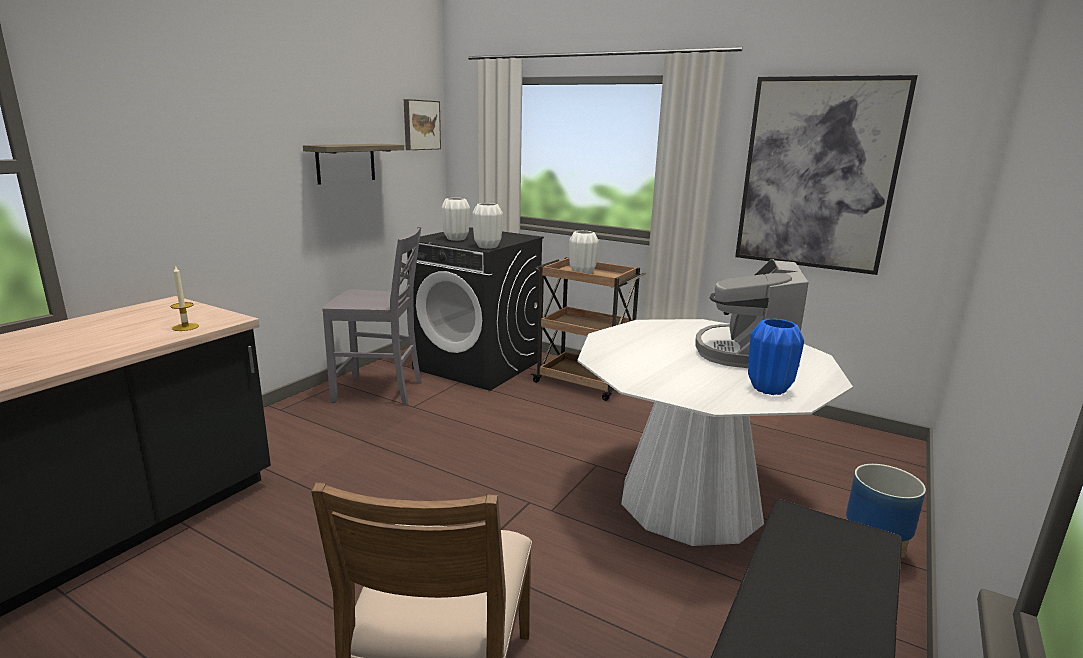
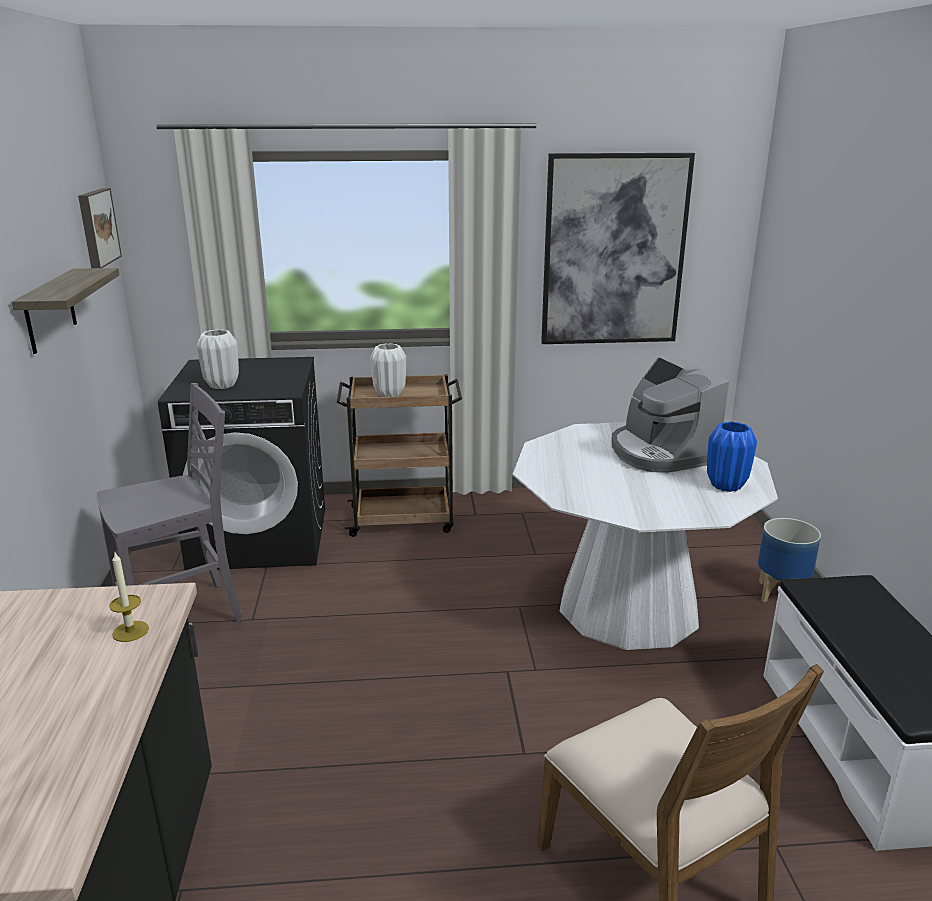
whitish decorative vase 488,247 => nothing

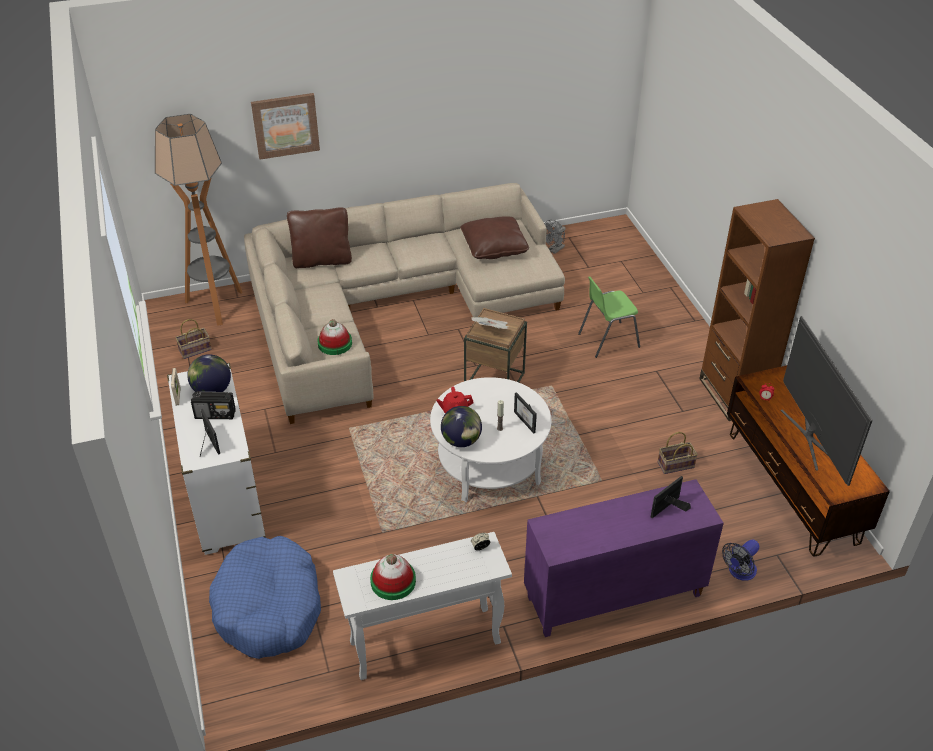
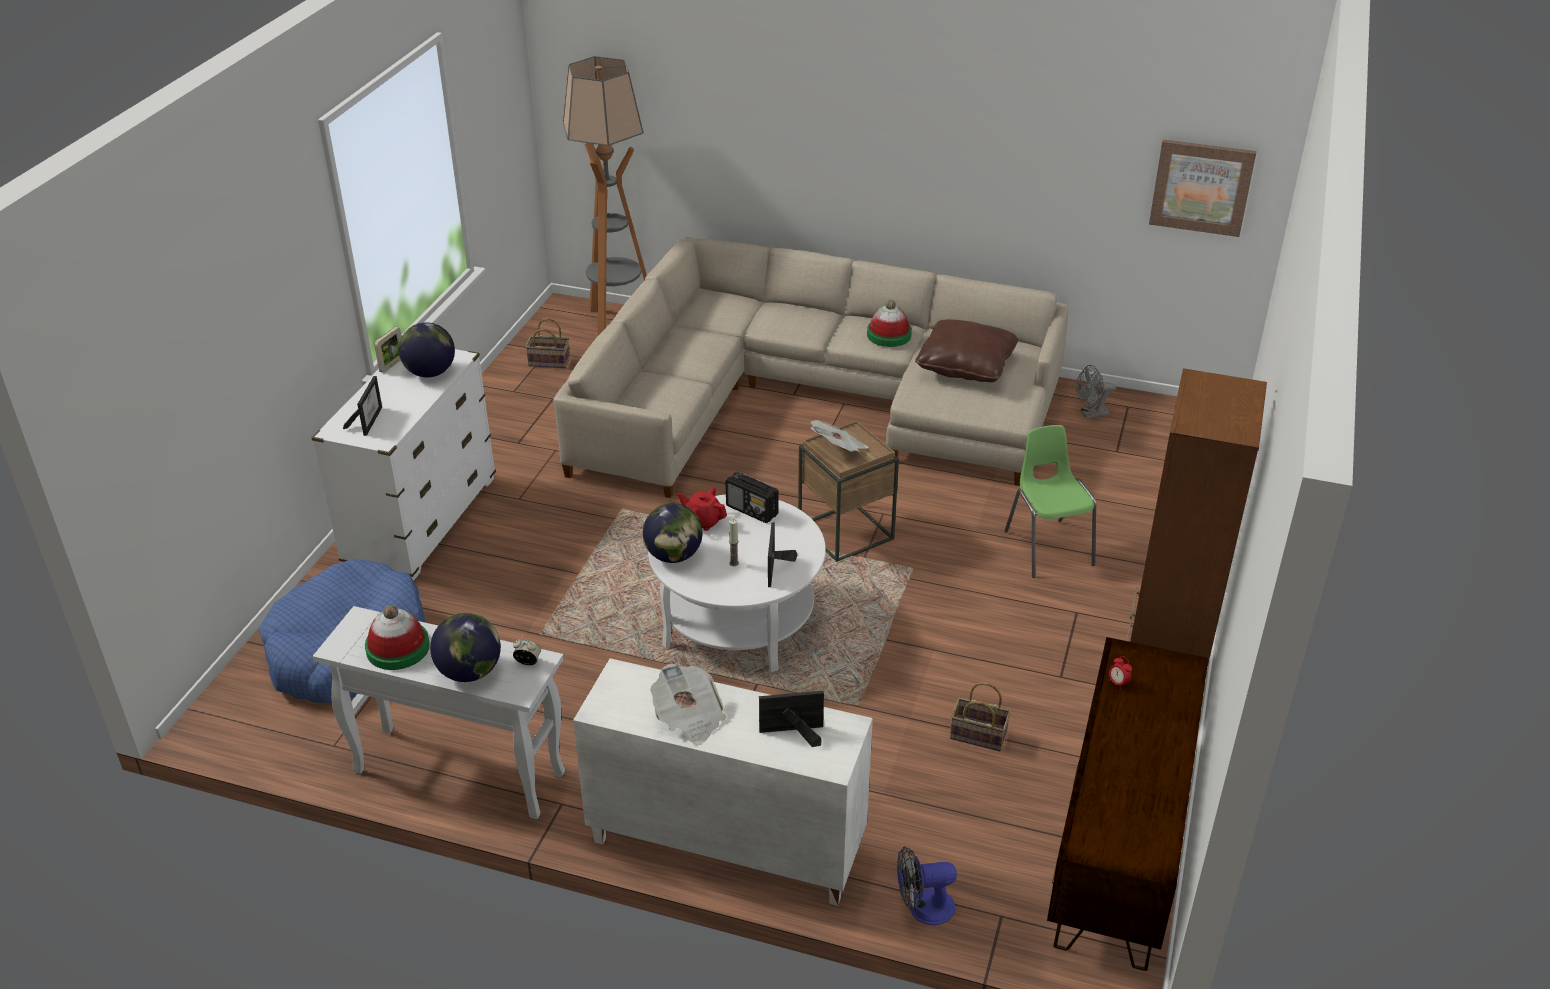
brown cushion 322,260 => nothing
TV 811,437 => nothing
nothing => desk globe 470,672
nothing => newspaper 689,718
radio set 215,414 => radio set 752,510, moved
wall picture 285,125 => wall picture 1201,187, moved
wearable hat 335,343 => wearable hat 889,335, moved
purplish cabinet 613,597 => whitish cabinet 724,845
green-coloured upright chair 607,340 => green-coloured upright chair 1048,547, 60 degrees clockwise

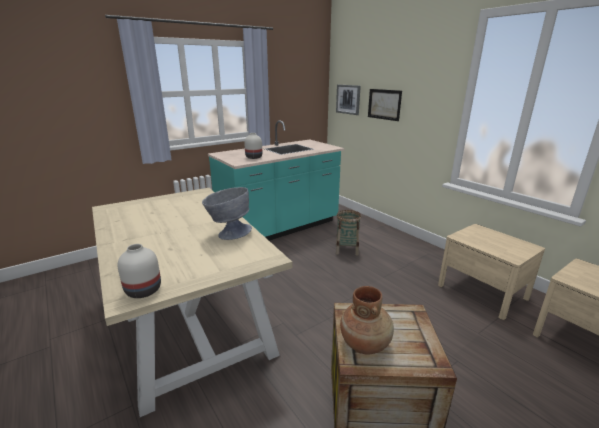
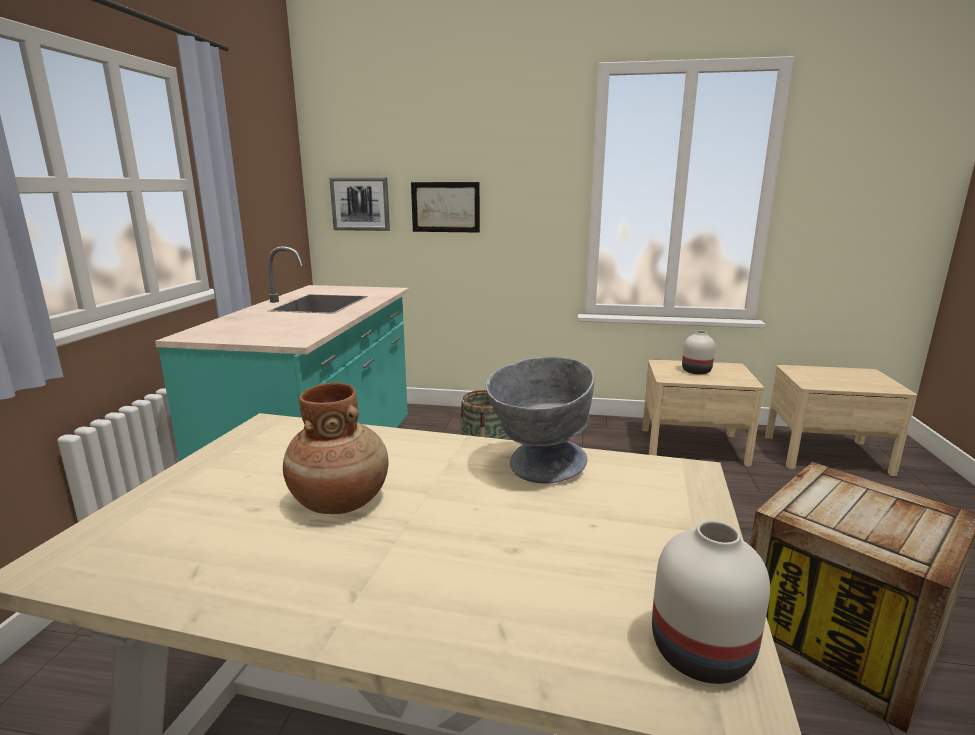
whitish decorative vase 253,157 => whitish decorative vase 696,371, moved
brown decorative vase 365,343 => brown decorative vase 340,501, moved

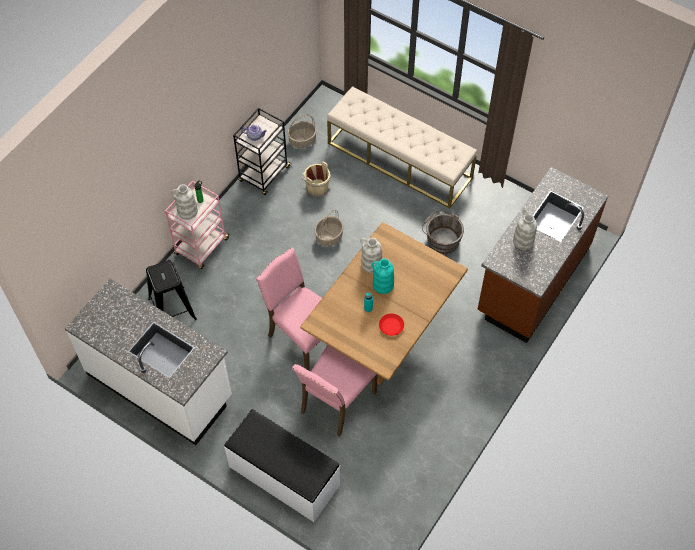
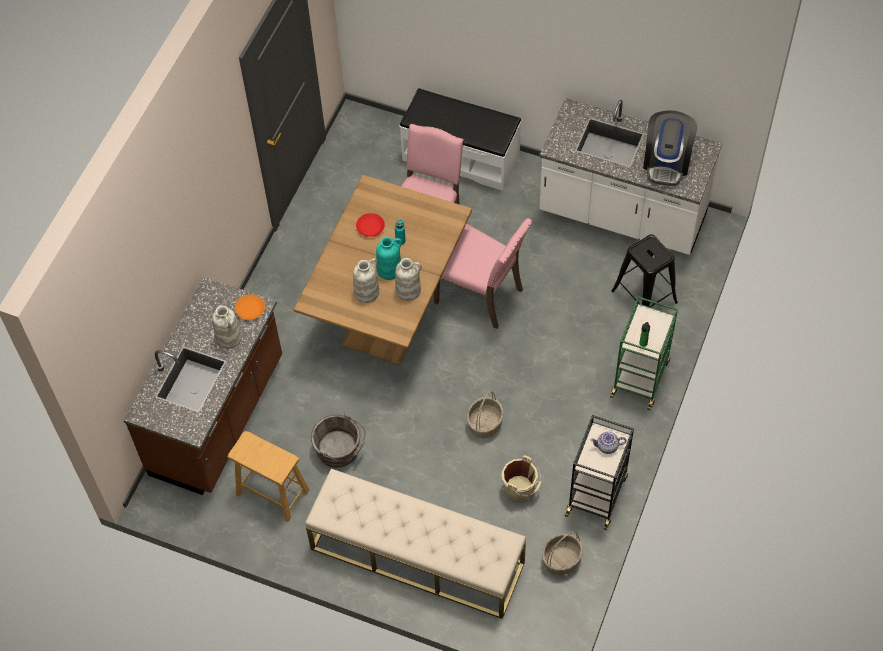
nothing => brown stool 273,492
nothing => orange flat dish 250,309
nothing => coffee machine 667,162
whitish decorative vase 187,212 => whitish decorative vase 367,292, moved
pink trolley 201,247 => green-coloured trolley 640,377

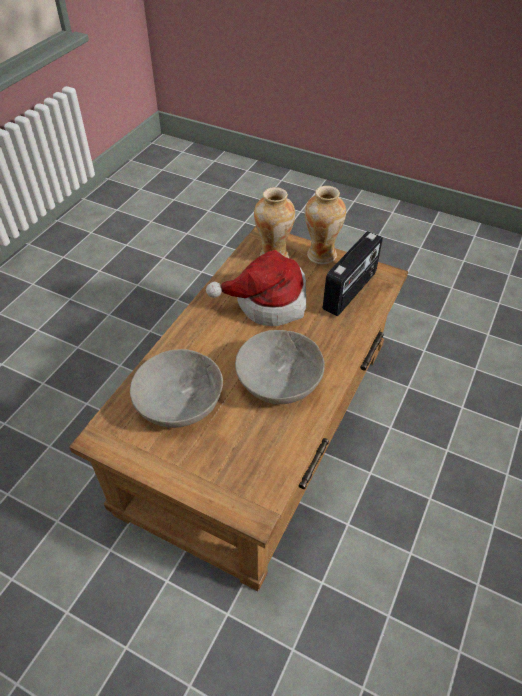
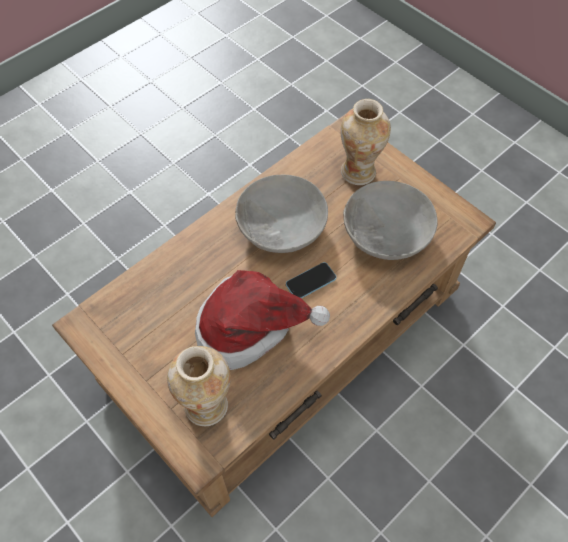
radio set 350,291 => nothing
nothing => telephone 311,281
decorative vase 321,255 => decorative vase 358,172, moved

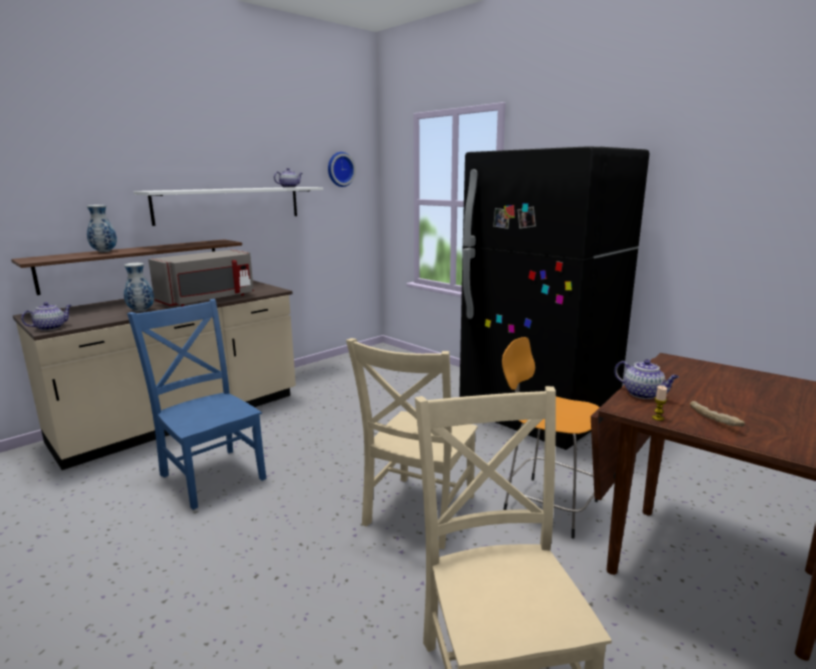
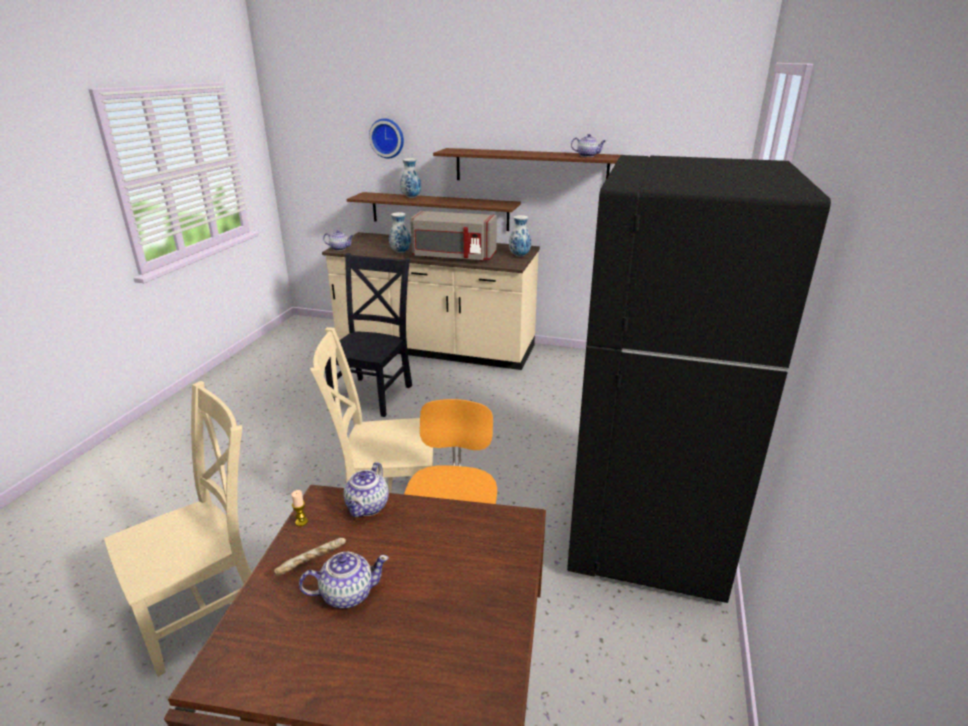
nothing => teapot 347,594
nothing => decorative vase 519,256
wall clock 340,169 => wall clock 387,138, moved
blue upright chair 212,474 => black upright chair 374,394
whitish bracket shelf 229,204 => brown bracket shelf 530,167

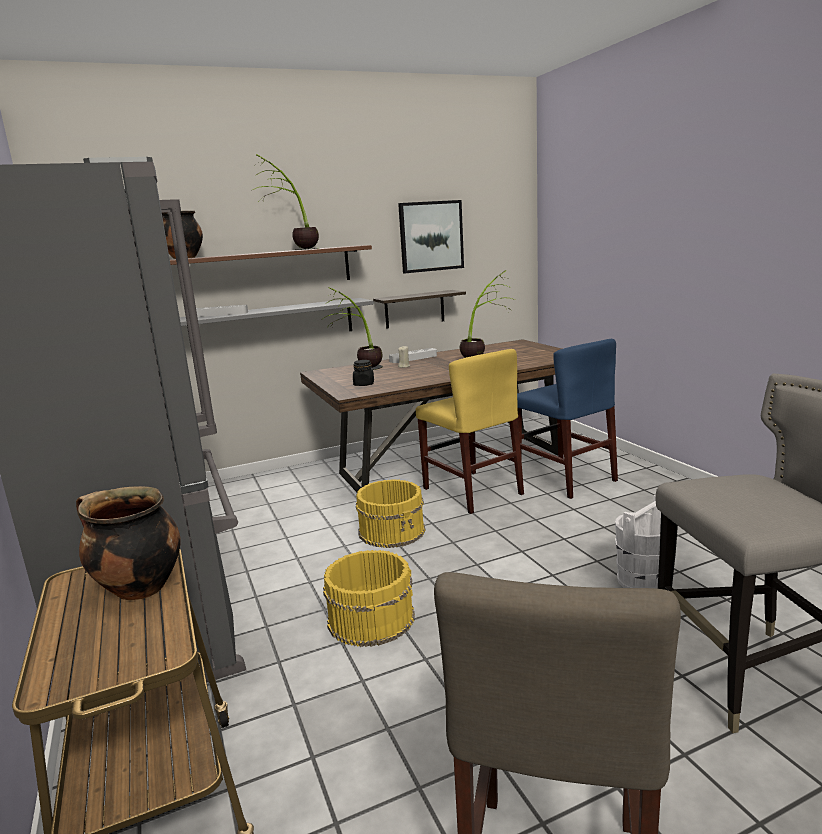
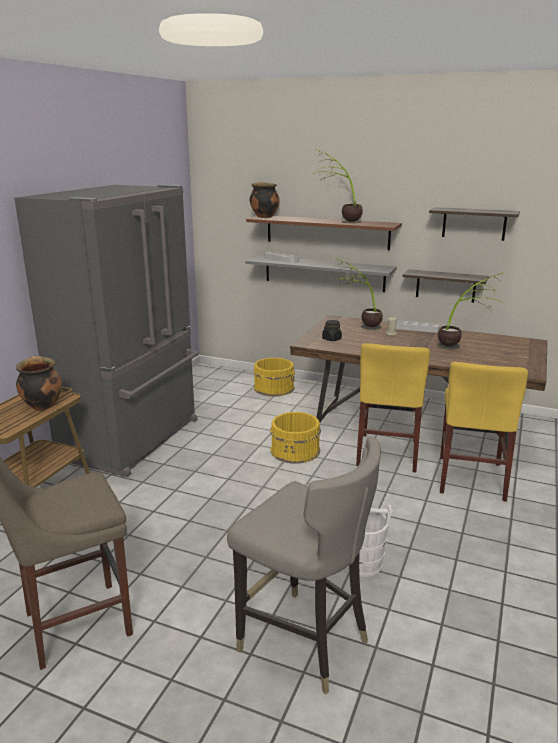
yellowish water bucket 371,618 => yellowish water bucket 274,388, moved
wall picture 431,236 => bracket shelf 474,223
blue upright chair 565,478 => yellowish upright chair 471,477

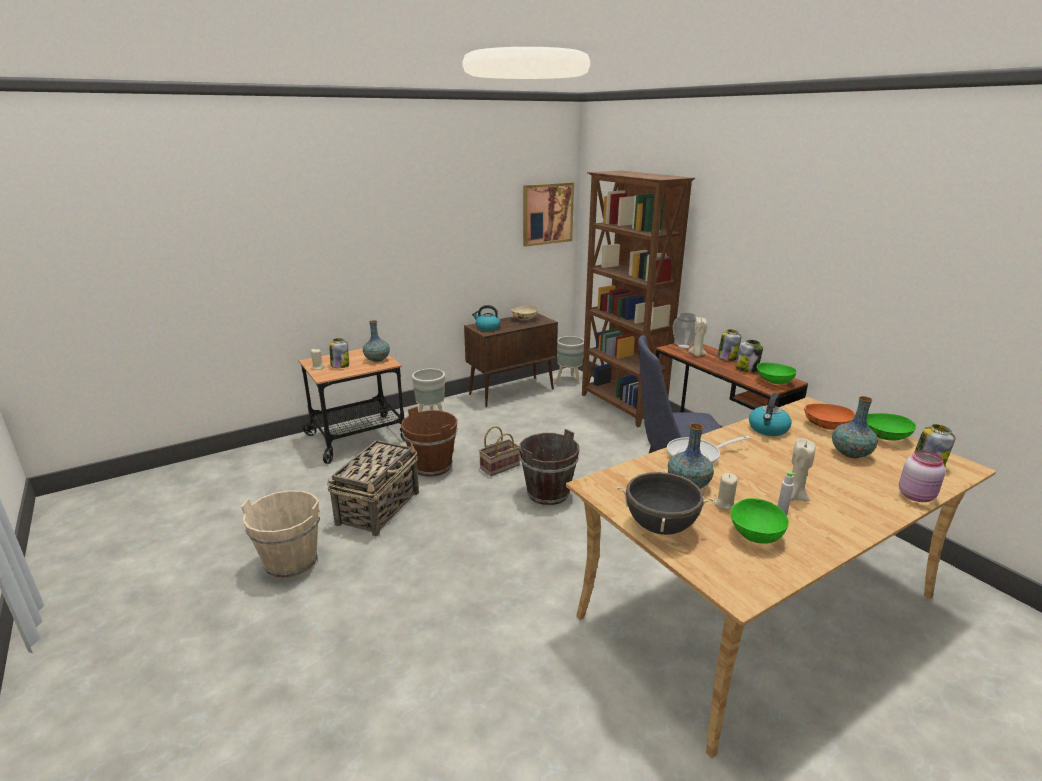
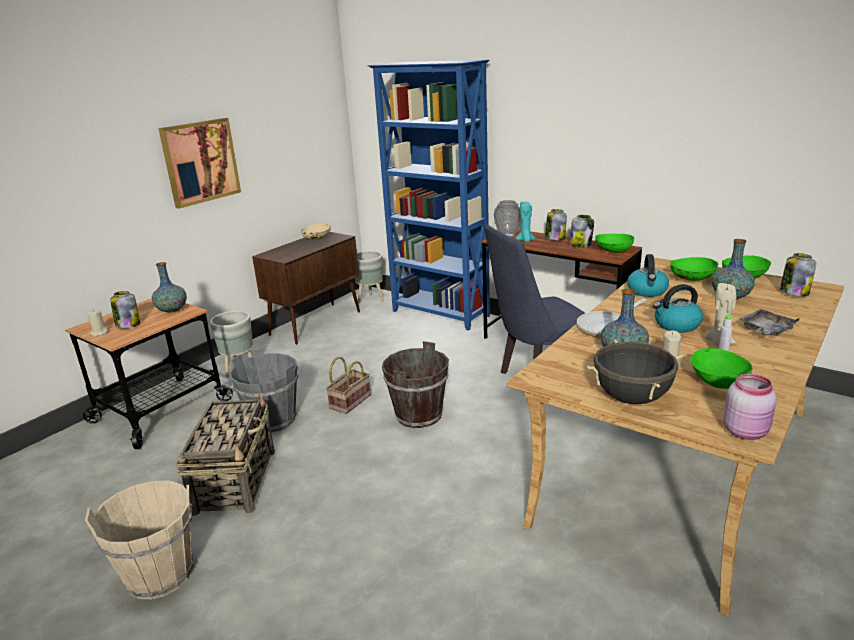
nothing => grey serving tray 766,330
tea kettle 487,328 => tea kettle 676,325, moved
wall picture 547,213 => wall picture 200,162, moved
pink jar 917,496 => pink jar 746,431, moved
brown water bucket 432,466 => grey water bucket 273,420
brown bookshelf 622,406 => blue bookshelf 440,314
beige candle 697,354 => turquoise-coloured candle 525,240
orange deep dish 826,427 => green-coloured deep dish 692,279

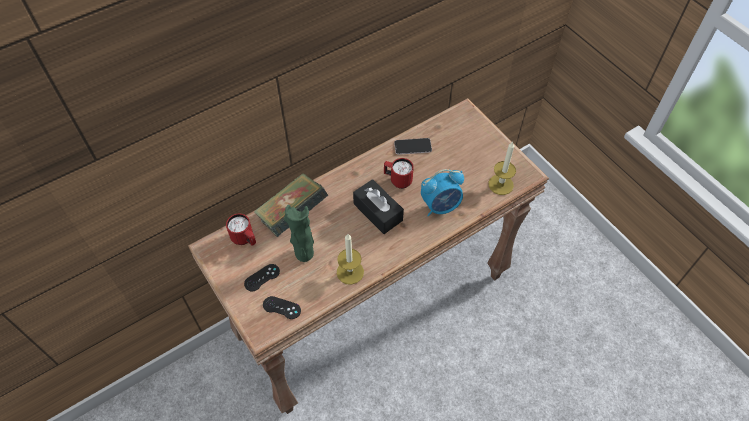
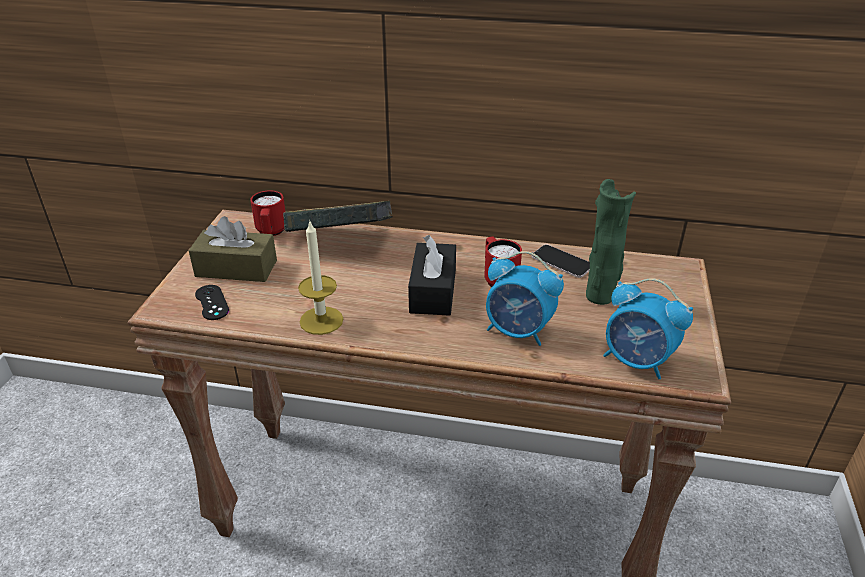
green-coloured decorative vase 304,253 => green-coloured decorative vase 600,296, moved
black joypad 262,277 => brown tissue holder 236,268
candle 500,184 => table clock 637,361

